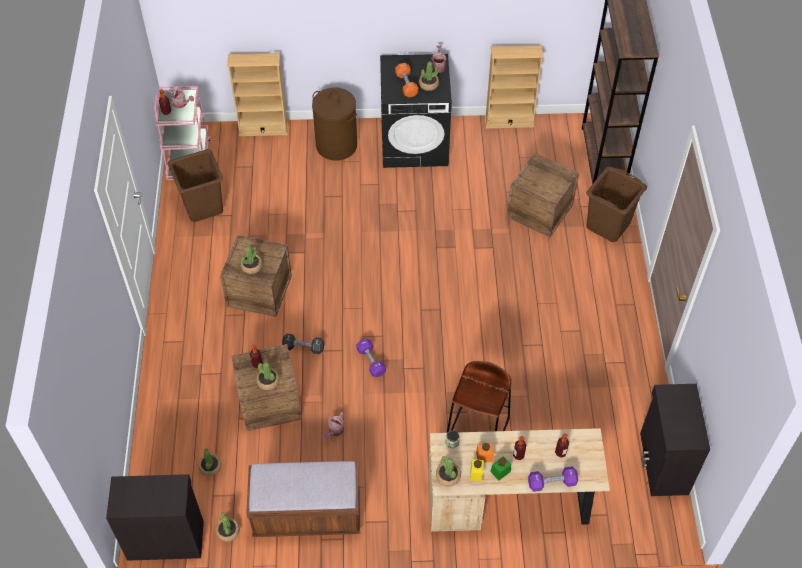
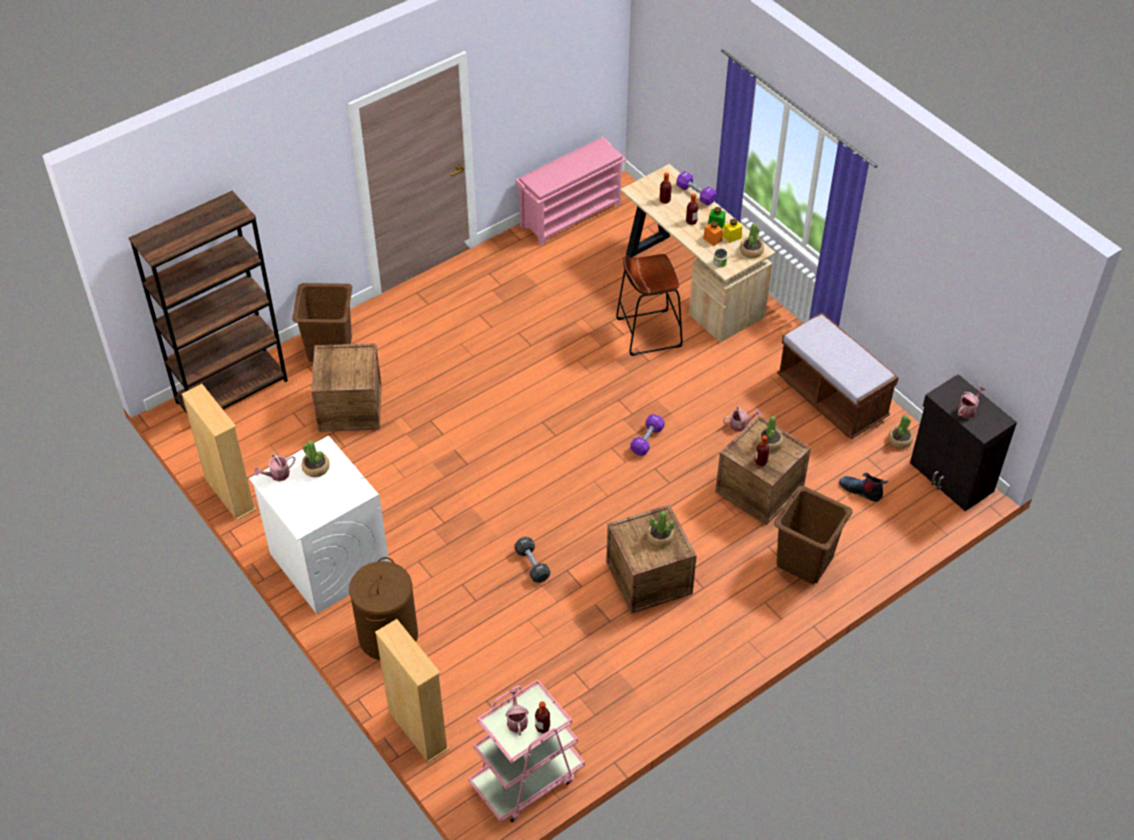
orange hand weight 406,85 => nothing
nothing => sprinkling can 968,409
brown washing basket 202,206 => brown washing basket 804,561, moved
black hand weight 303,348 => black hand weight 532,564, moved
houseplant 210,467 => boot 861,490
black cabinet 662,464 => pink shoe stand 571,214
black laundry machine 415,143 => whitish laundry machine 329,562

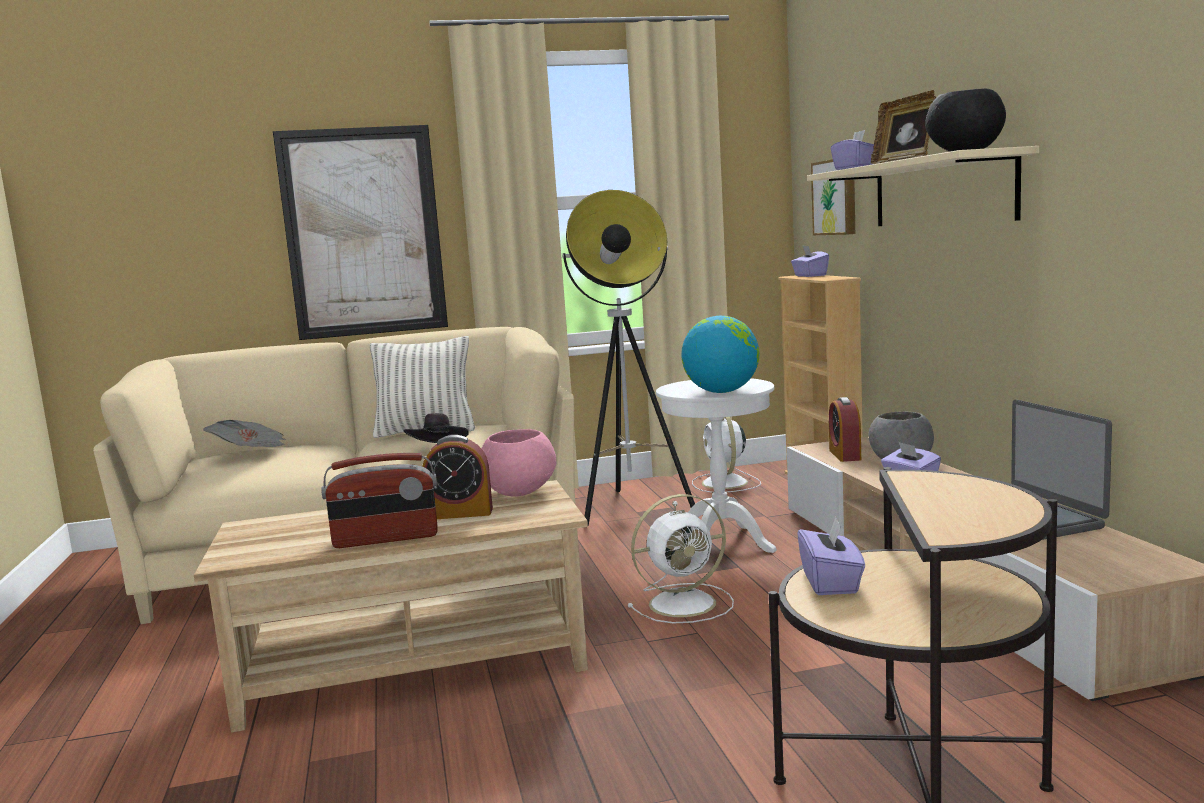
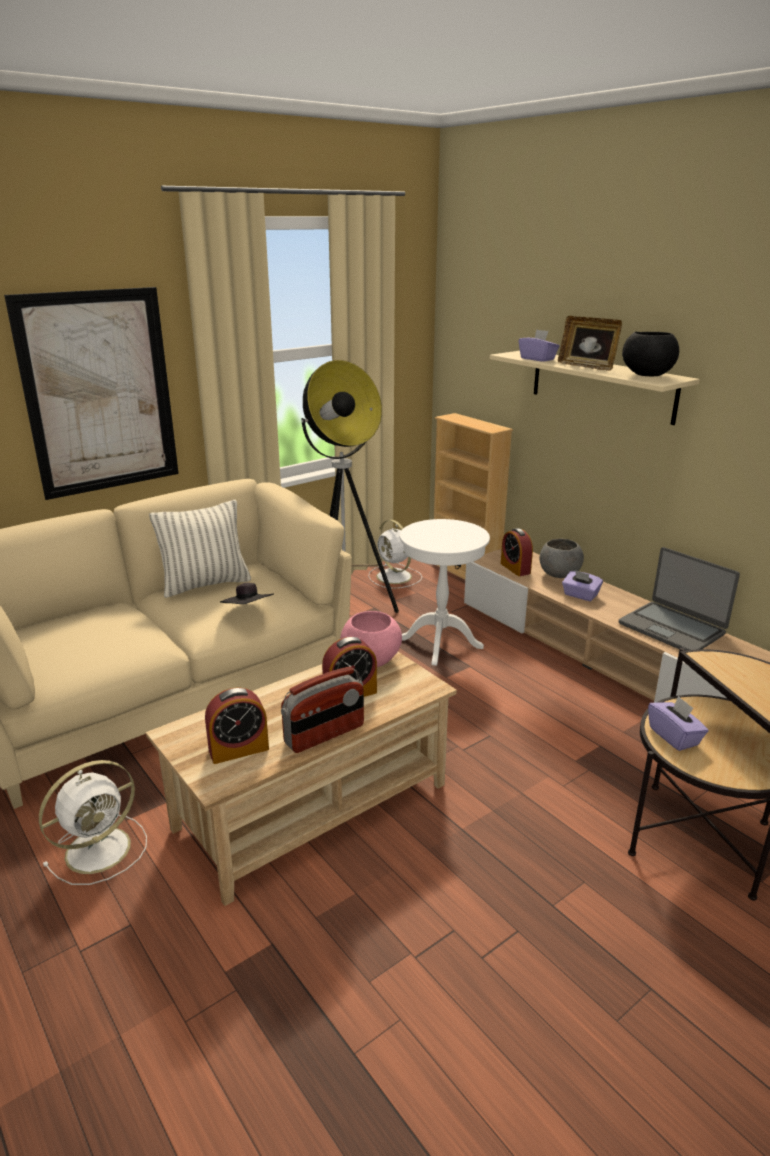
newspaper 252,455 => nothing
desk globe 722,392 => nothing
purplish tissue holder 809,276 => nothing
wall picture 836,197 => nothing
nothing => table clock 239,749
whitish electric fan 685,603 => whitish electric fan 101,848, moved

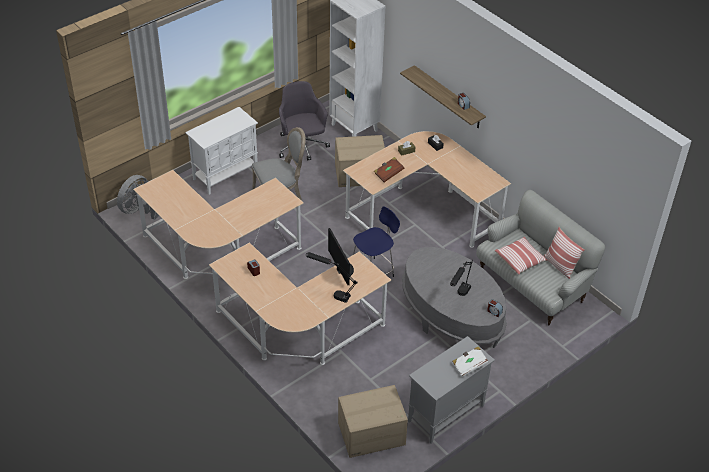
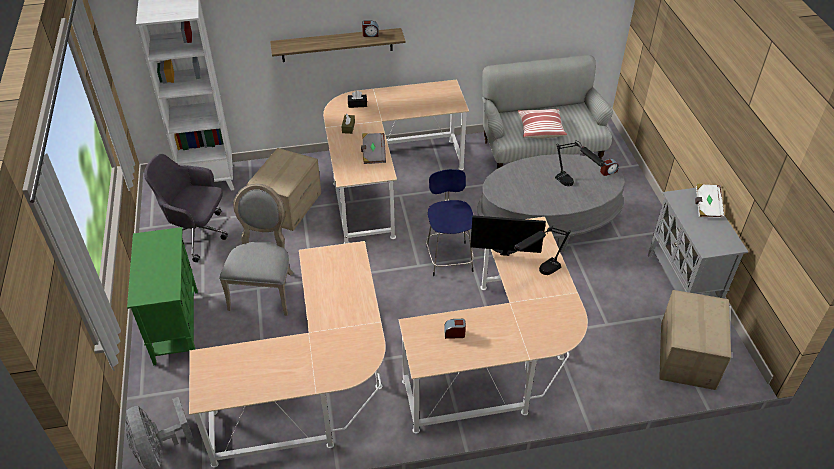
cushion 560,265 => nothing
whitish cabinet 226,174 => green-coloured cabinet 176,326
brown bound book 388,174 => grey bound book 373,154

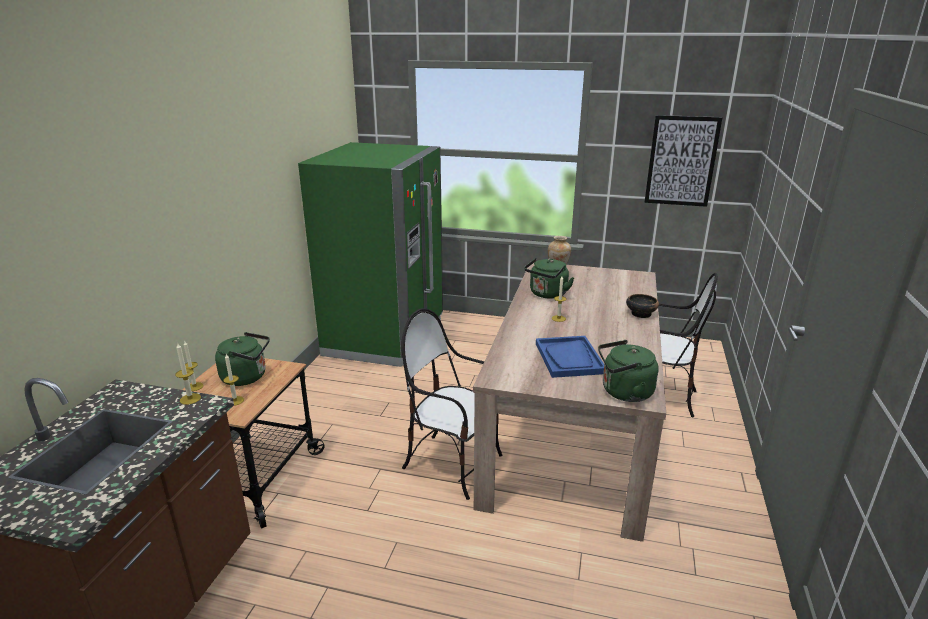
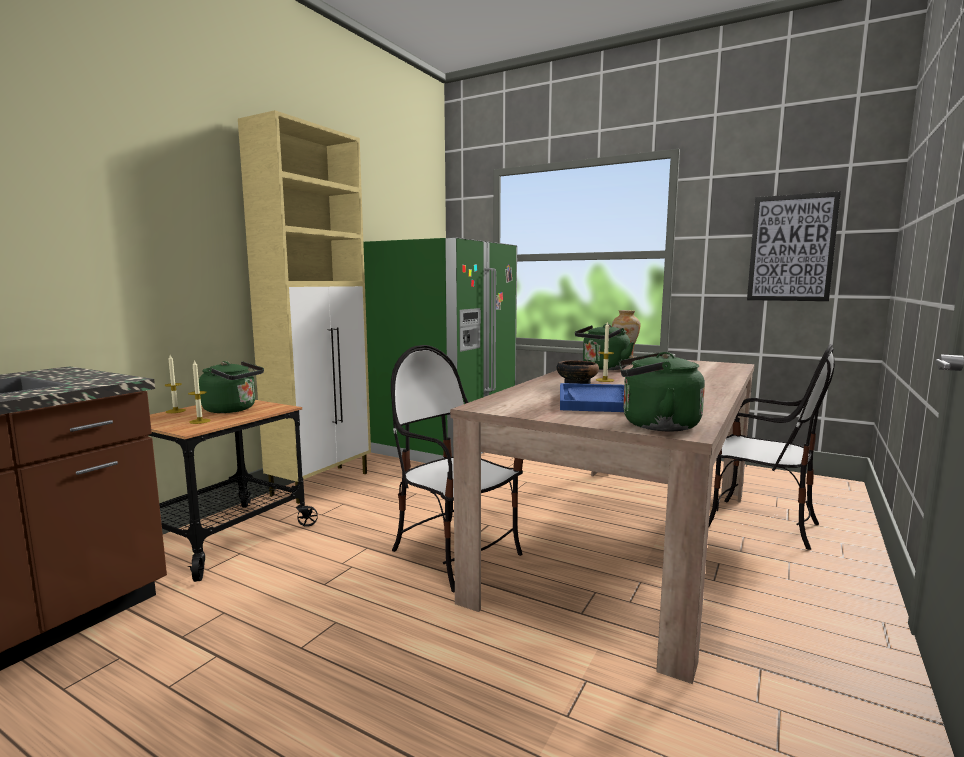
candle 190,399 => nothing
nothing => beige cabinet 322,483
deep dish 640,314 => deep dish 576,384, moved

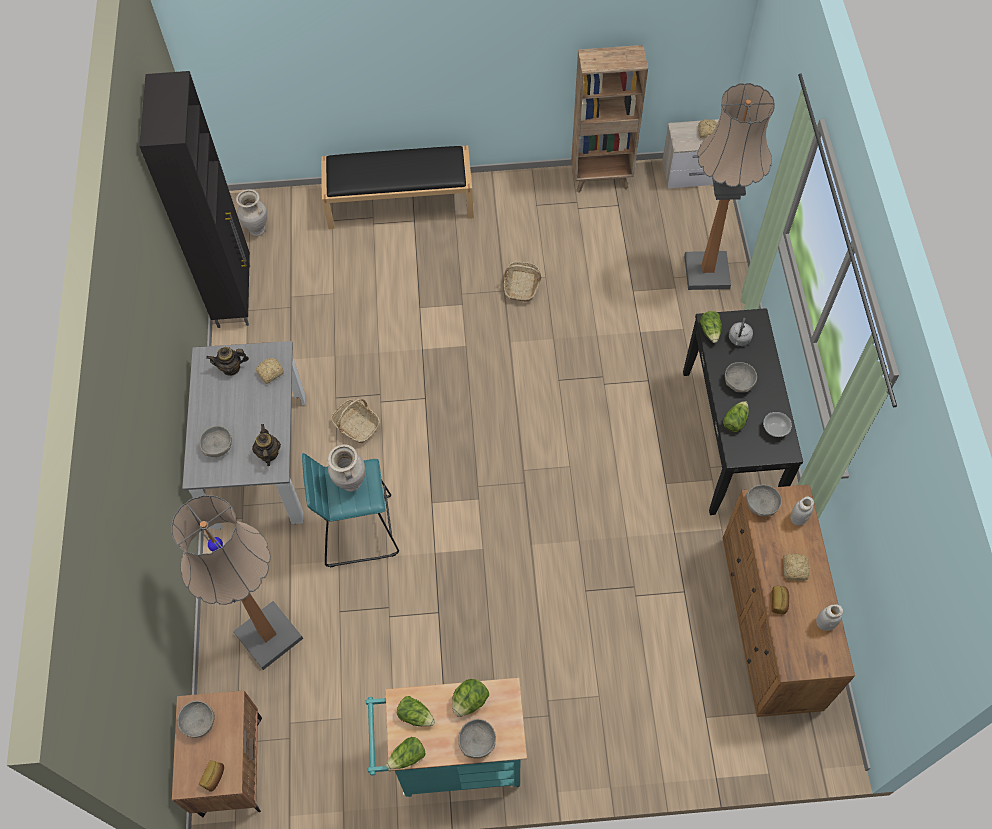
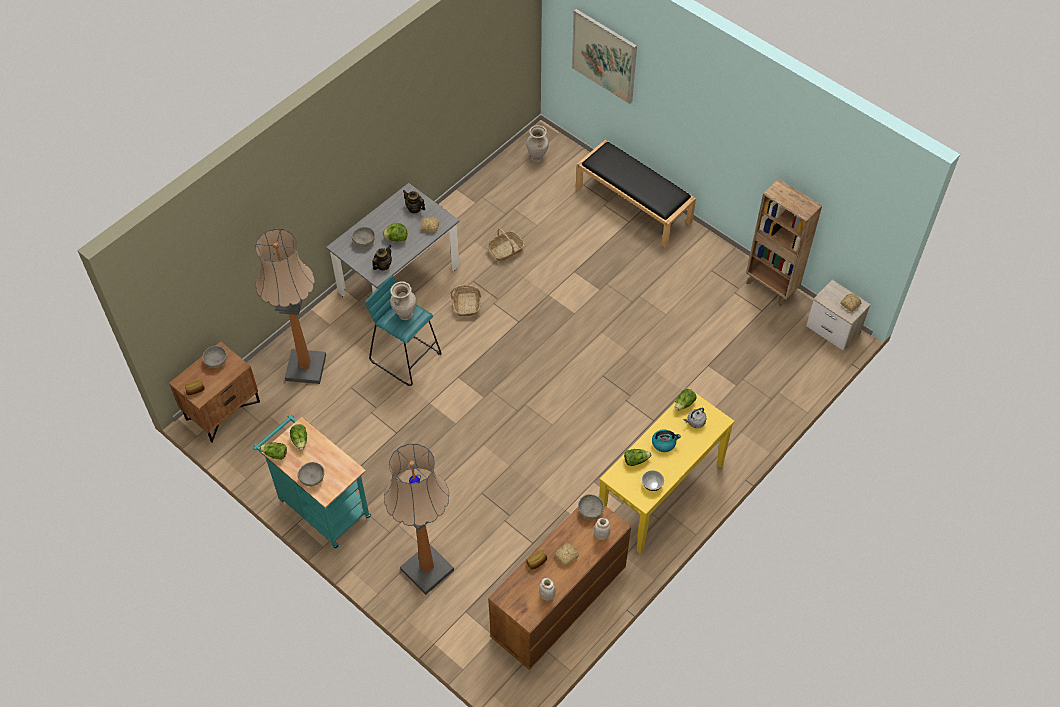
black cabinet 234,295 => nothing
nothing => wall picture 604,56
lettuce head 469,701 => lettuce head 396,238, moved
basket 521,286 => basket 505,250, moved
standard lamp 706,272 => standard lamp 427,569, moved
grey deep dish 738,382 => tea kettle 664,443
black narrow table 730,438 => yellowish narrow table 661,492

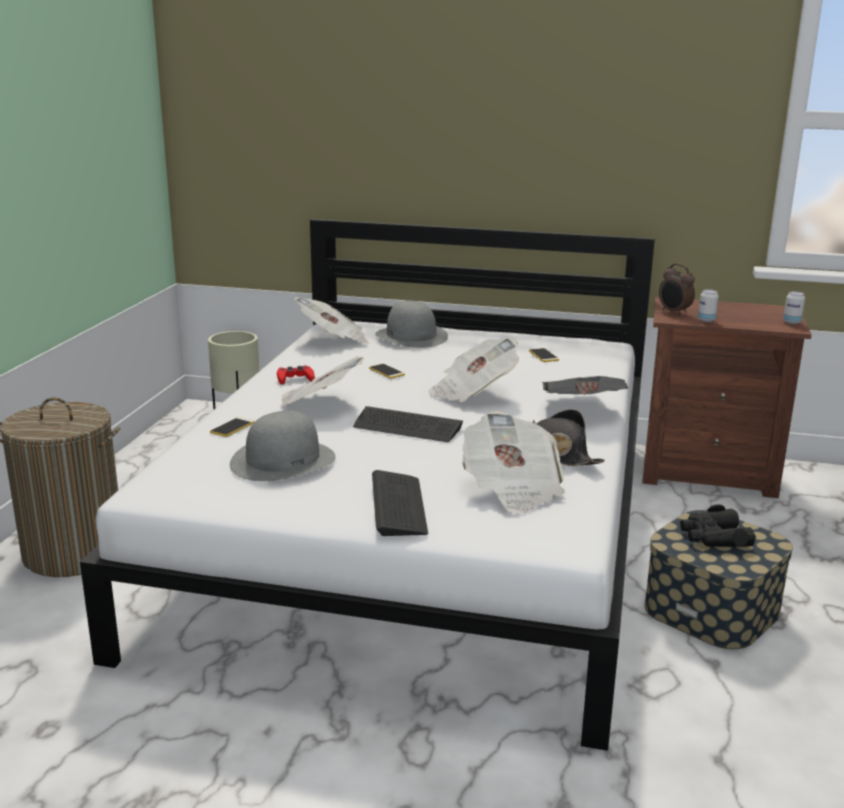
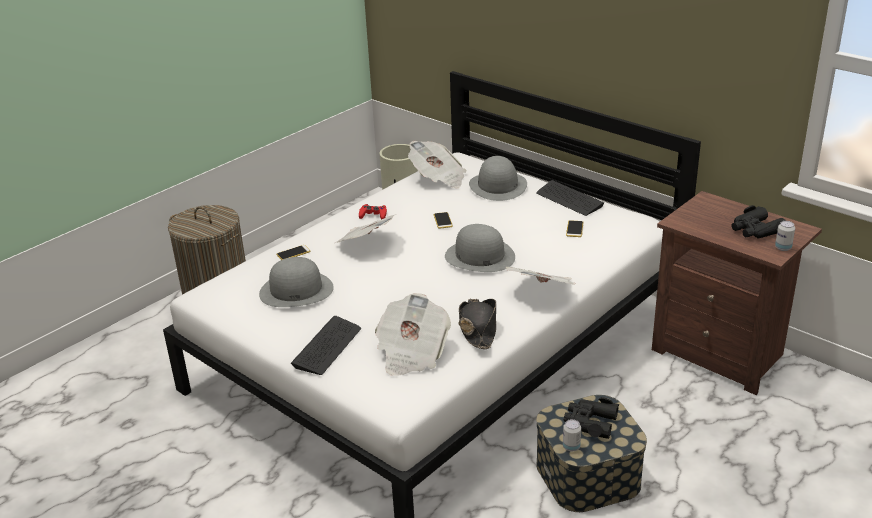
table clock 674,312 => nothing
nothing => black pair of binoculars 756,230
keyboard 407,427 => keyboard 569,199, moved
sealed can 706,320 => sealed can 571,447, moved
newspaper 473,392 => grey wearable hat 479,256

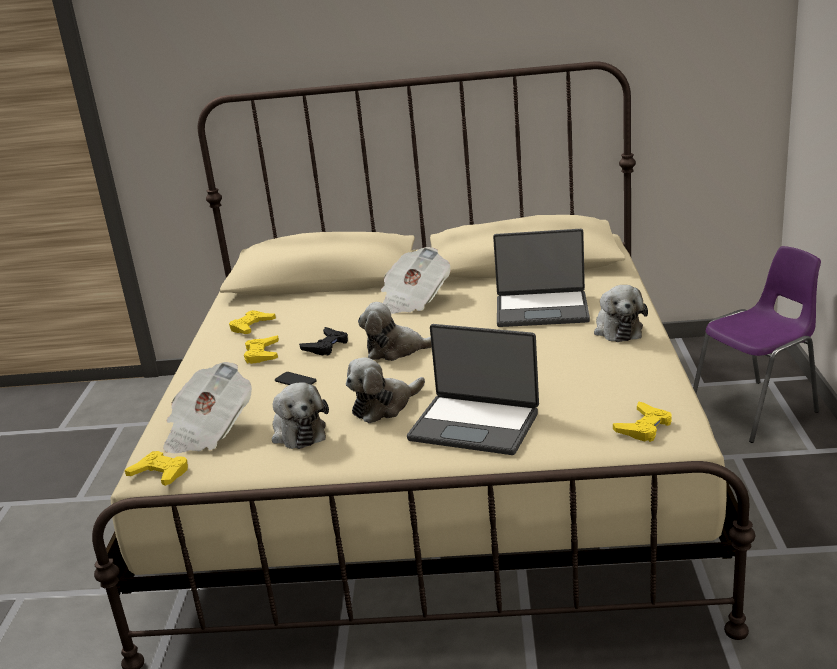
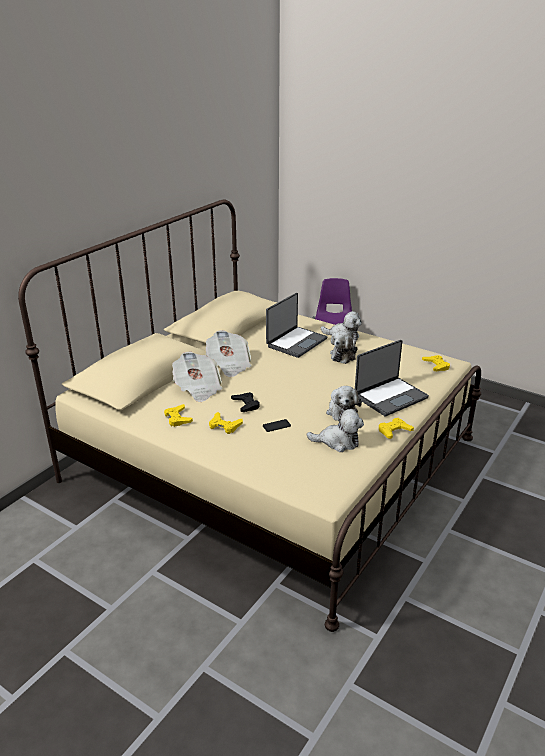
yellowish joypad 160,473 => yellowish joypad 394,431, moved
newspaper 208,431 => newspaper 198,388, moved
soft toy 396,350 => soft toy 344,355, moved

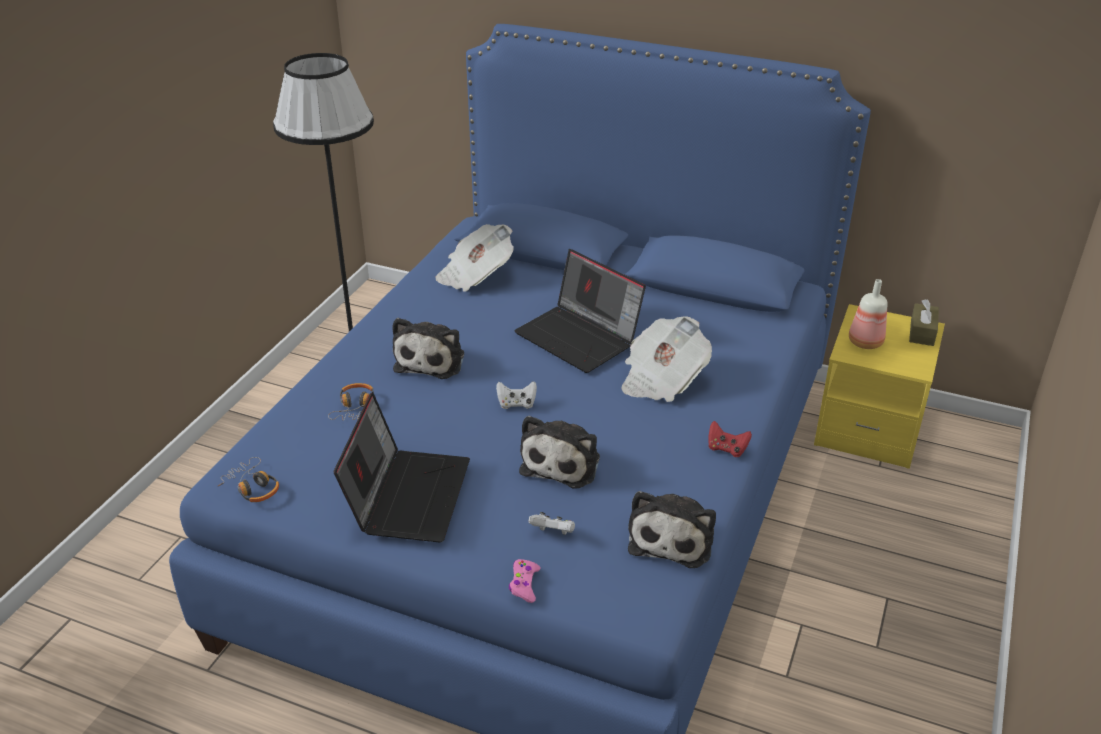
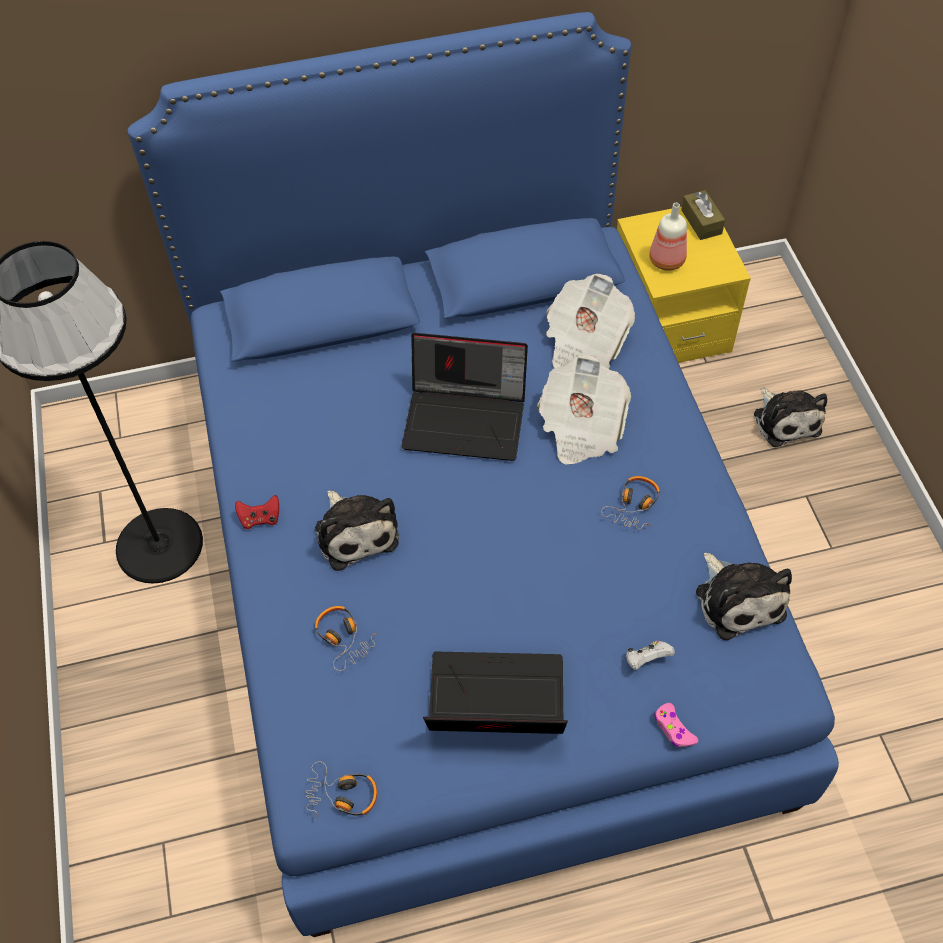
whitish joypad 516,404 => nothing
nothing => pair of headphones 634,506
newspaper 475,275 => newspaper 584,342, moved
soft toy 563,462 => soft toy 785,420, moved
reddish joypad 726,449 => reddish joypad 260,519, moved
portable computer 408,494 => portable computer 494,705, 60 degrees counterclockwise

